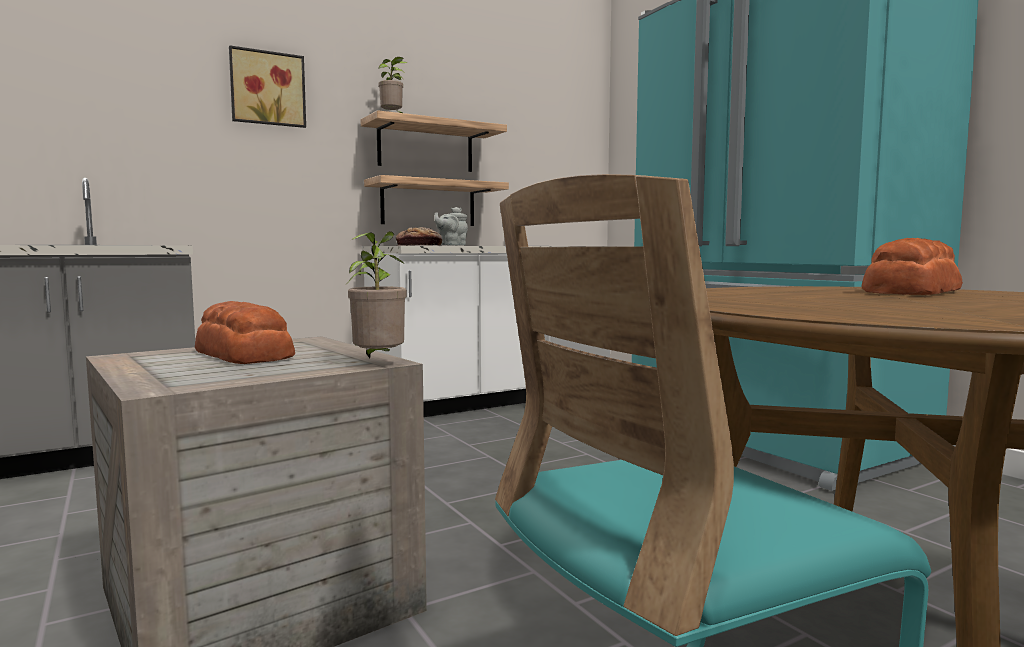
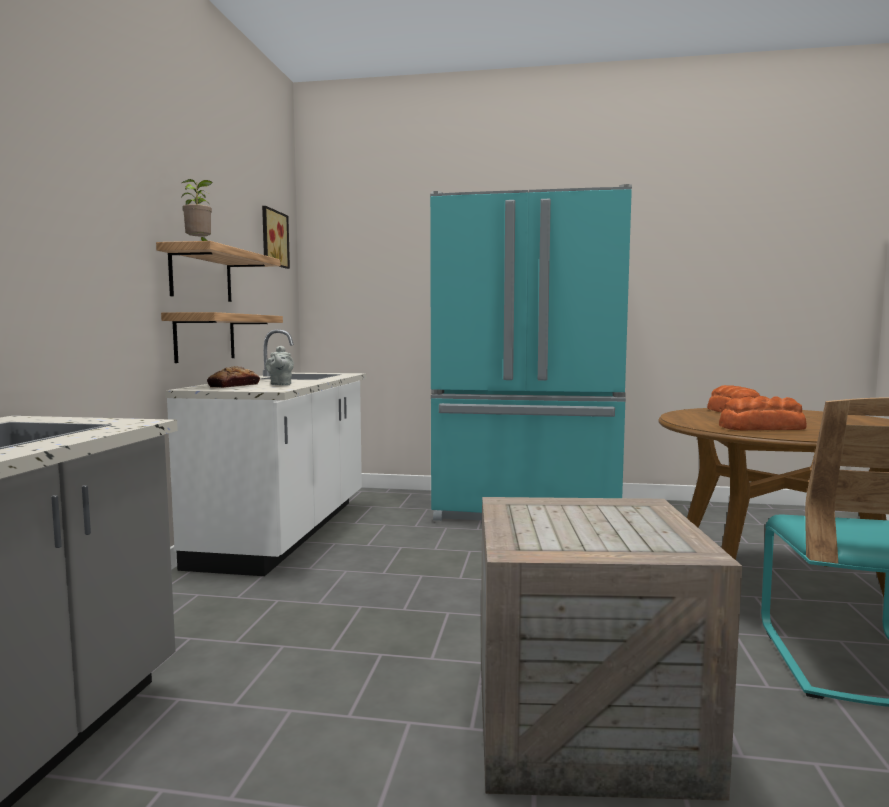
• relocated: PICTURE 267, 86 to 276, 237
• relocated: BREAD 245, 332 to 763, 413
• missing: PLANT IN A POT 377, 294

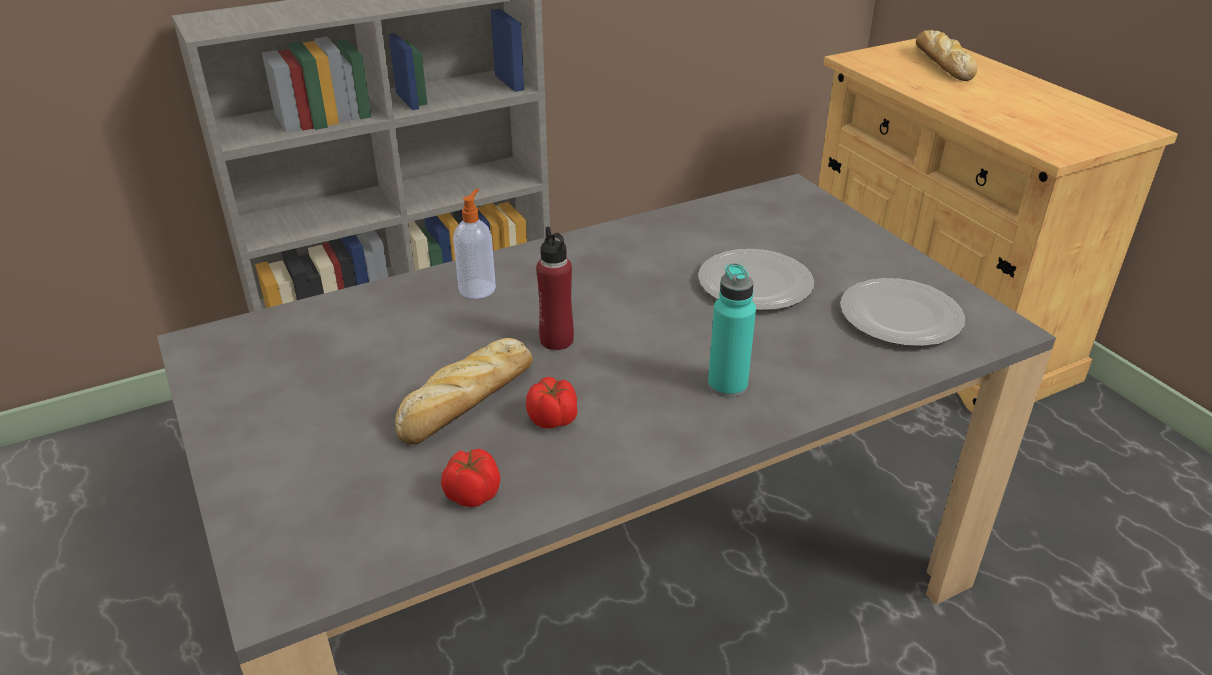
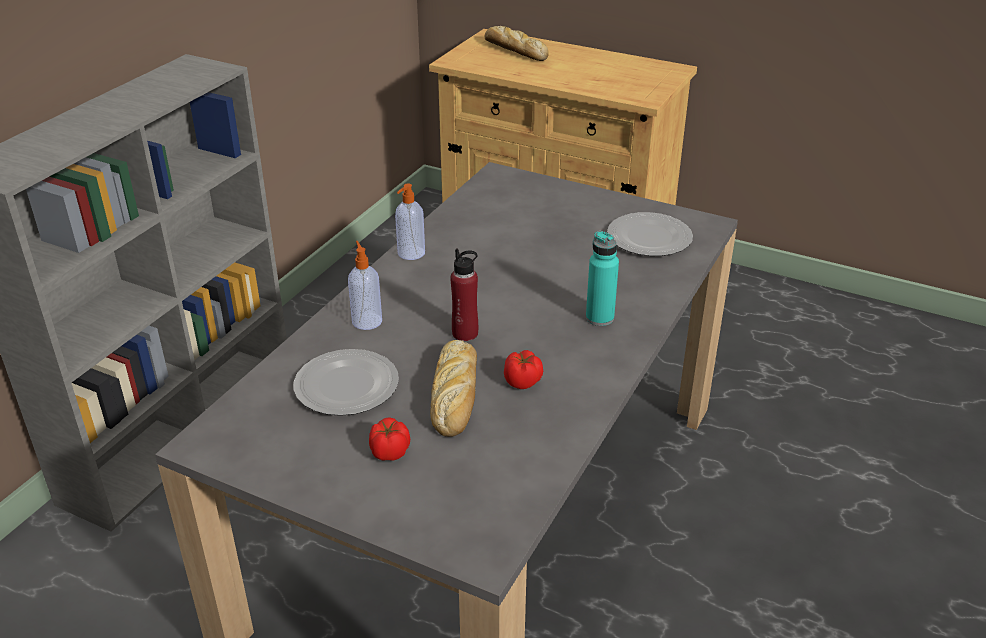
• relocated: DINNER PLATE 756, 279 to 346, 382
• relocated: WHOLE TOMATO 470, 477 to 389, 439
• appeared: SOAP DISPENSER 410, 221

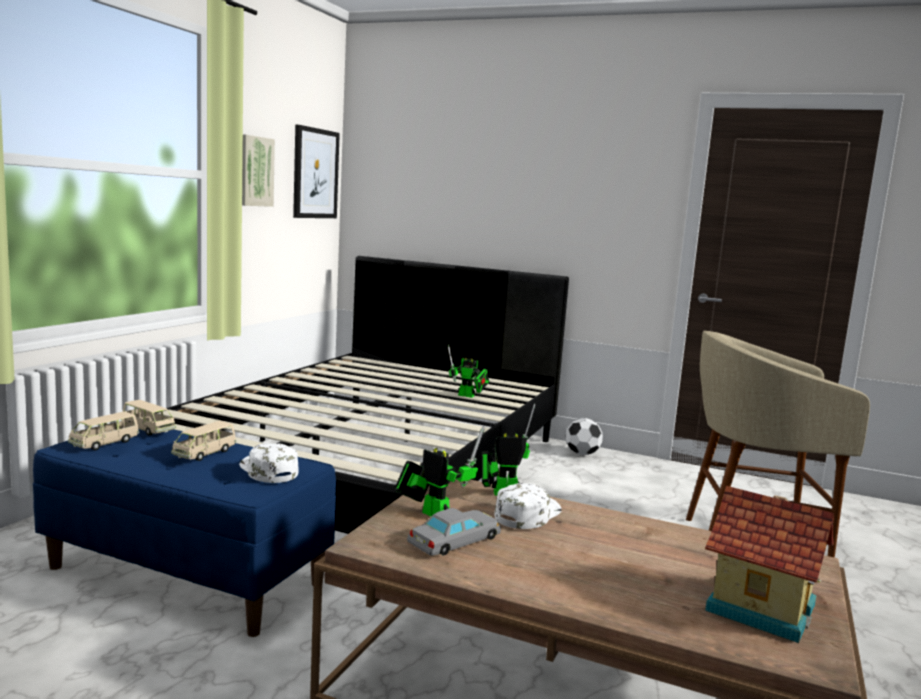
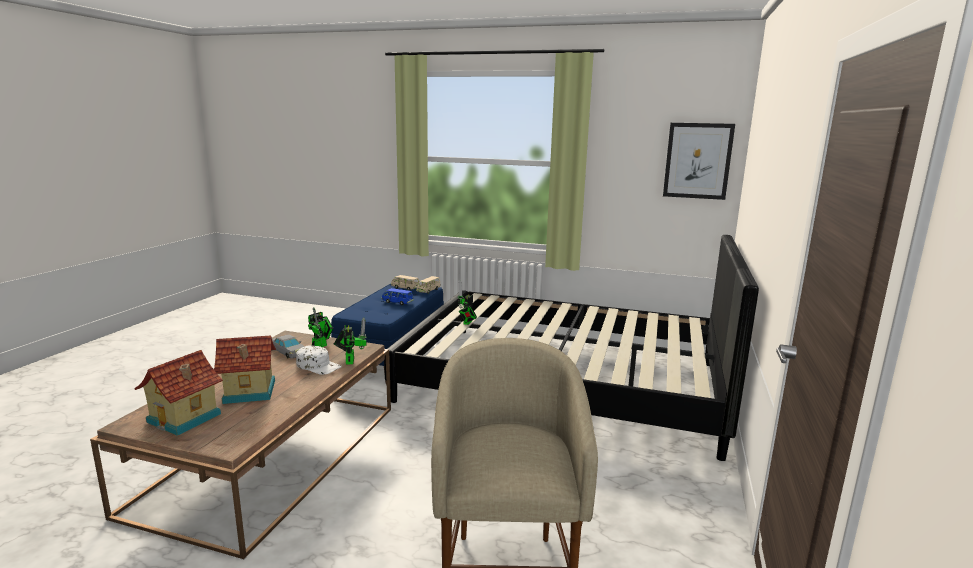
• appeared: MINIATURE HOUSE 245, 370
• colour: BEIGE-COLOURED TOY CAR 203, 441 to BLUE TOY CAR 397, 296
• relocated: MODEL ROBOT 468, 371 to 467, 302
• missing: WHITISH BASEBALL CAP 269, 463
• missing: PICTURE 258, 170
• missing: FOOTBALL BALL 584, 436

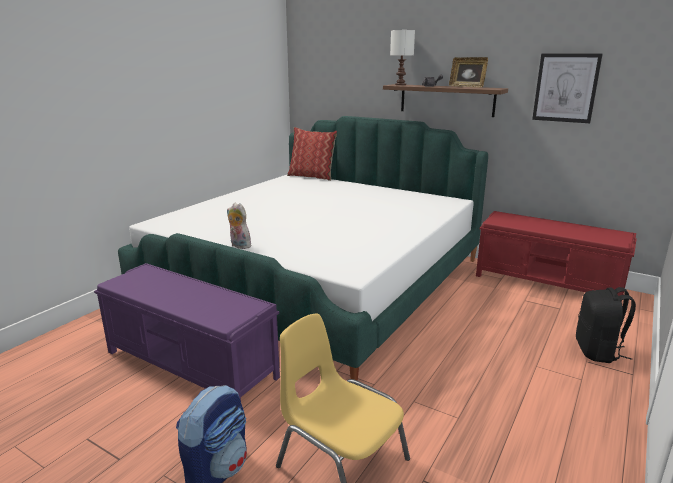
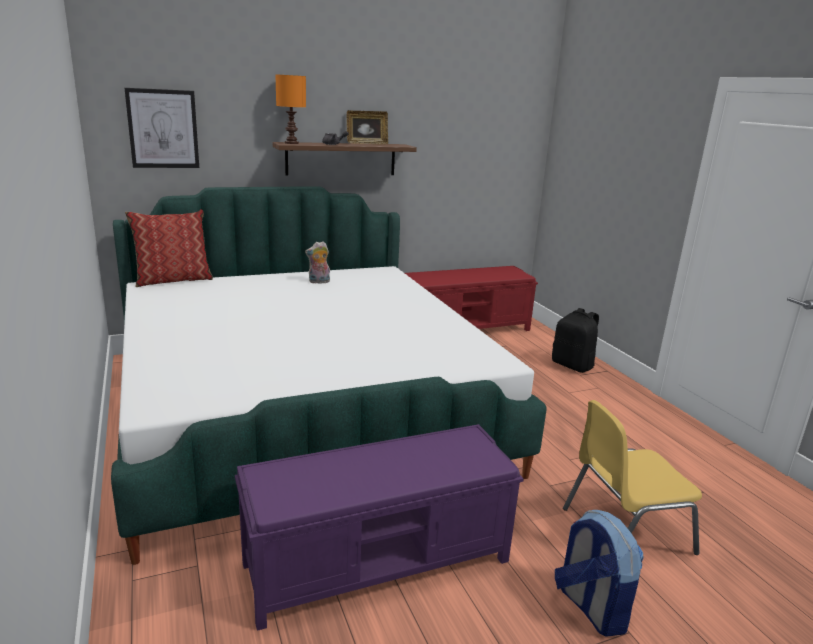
• relocated: PICTURE 567, 88 to 161, 128
• colour: WHITISH TABLETOP LAMP 402, 57 to ORANGE-COLOURED TABLETOP LAMP 290, 109
• relocated: CUDDLY TOY 239, 226 to 317, 262

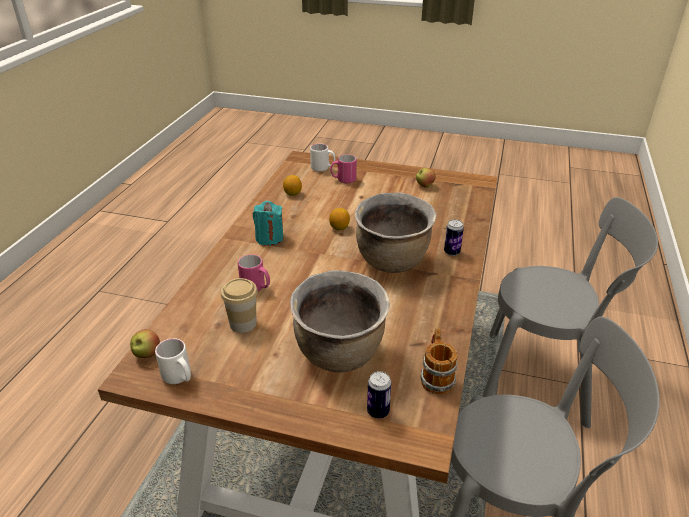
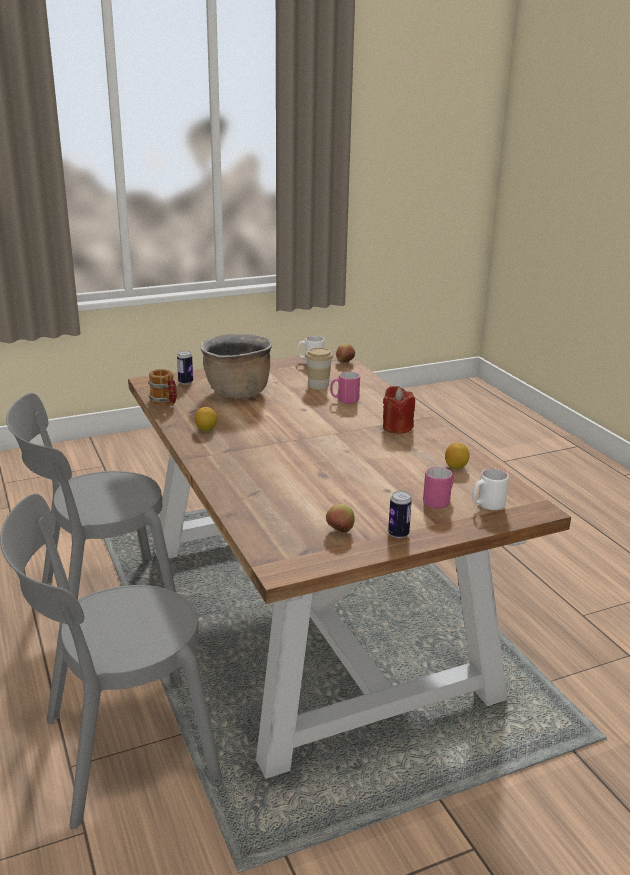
• relocated: CITRUS FRUIT 339, 219 to 206, 419
• colour: TURQUOISE-COLOURED CANDLE 268, 223 to RED-COLOURED CANDLE 399, 410
• relocated: METAL CAN 454, 237 to 400, 514
• missing: BROWNISH SAUCEPOT 395, 232

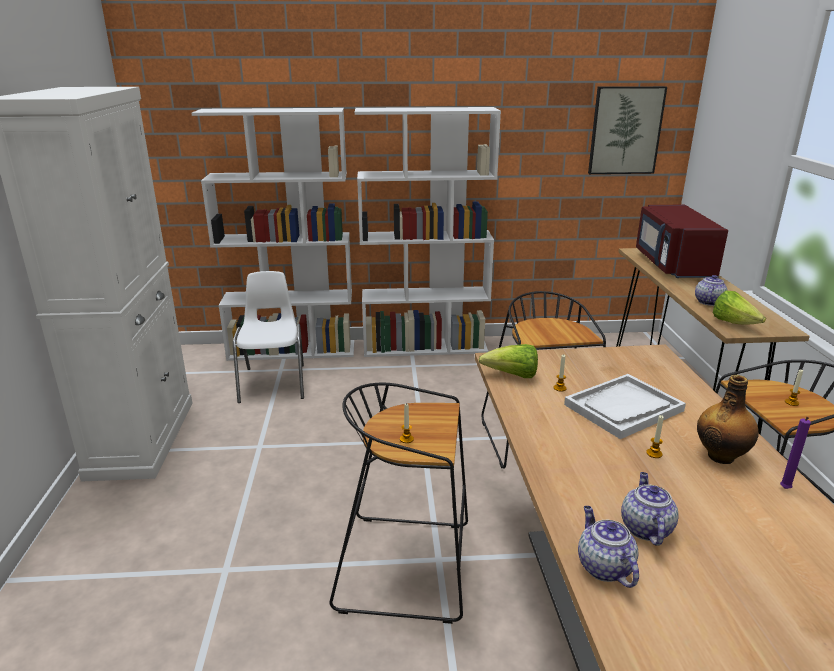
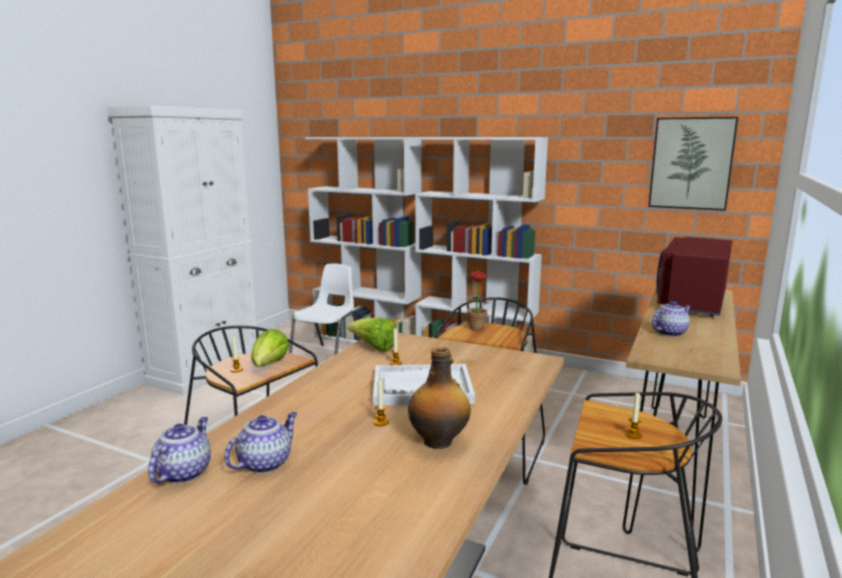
• relocated: LETTUCE 739, 308 to 270, 348
• appeared: PLANT IN A POT 481, 301
• missing: PURPLE-COLOURED CANDLE 795, 453

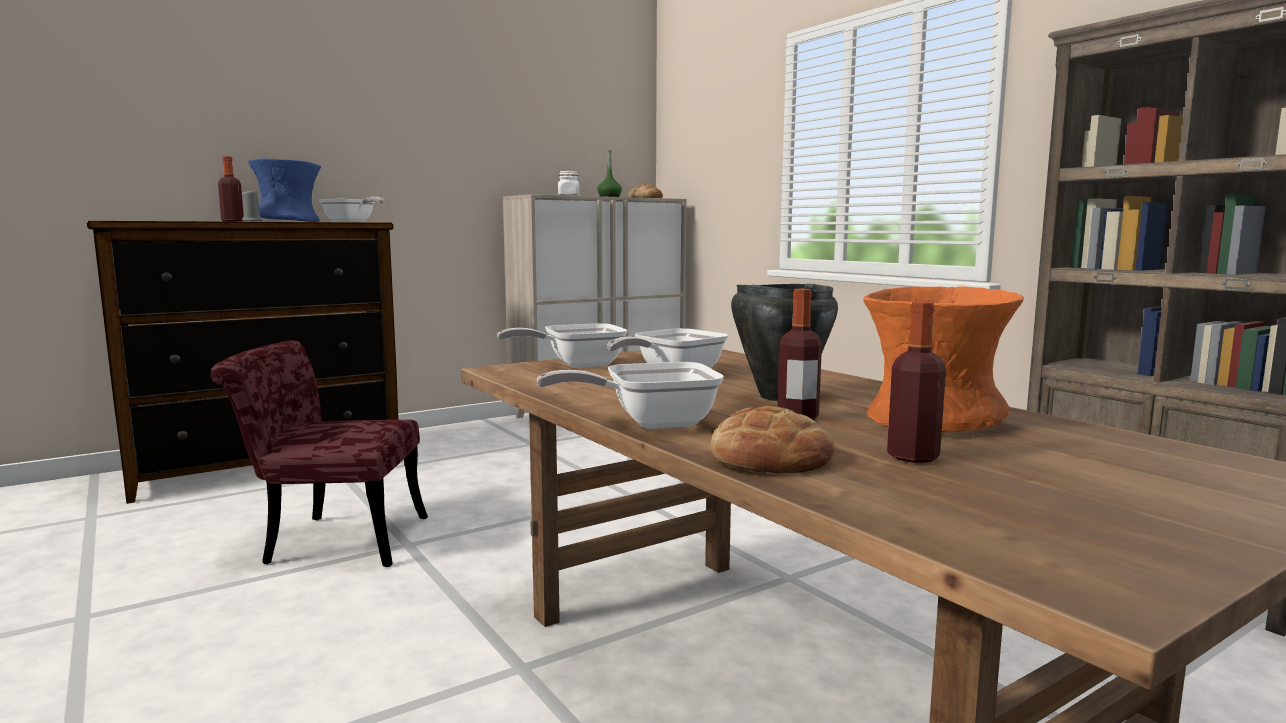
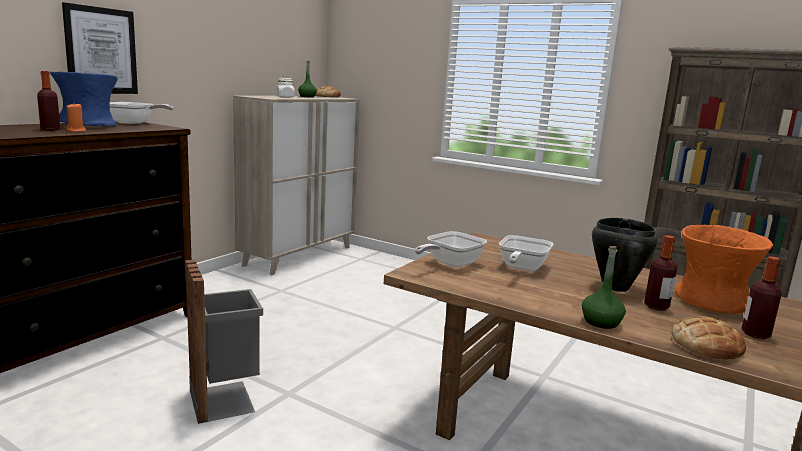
• appeared: PICTURE 100, 48
• colour: GREYISH CANDLE 252, 205 to ORANGE-COLOURED CANDLE 76, 118
• exchanged: RED-COLOURED PLAIN CHAIR 319, 453 to GREYISH TRASH CAN 224, 342
• exchanged: FRYING PAN 630, 395 to GREEN-COLOURED BEVERAGE BOTTLE 604, 287

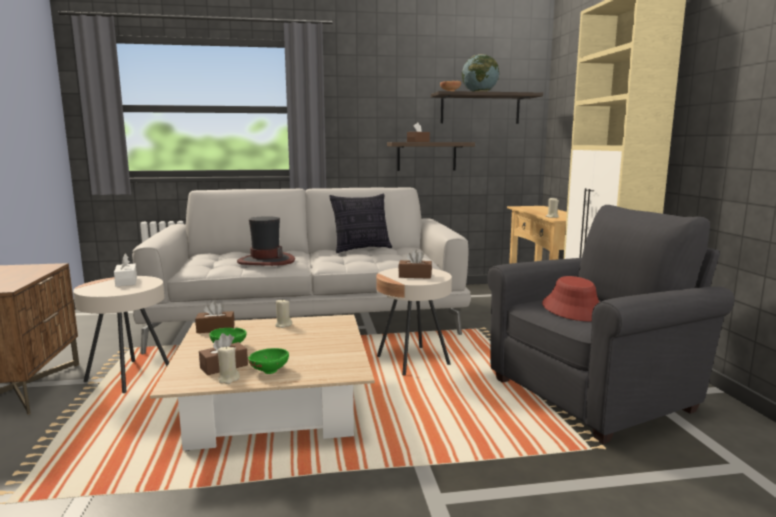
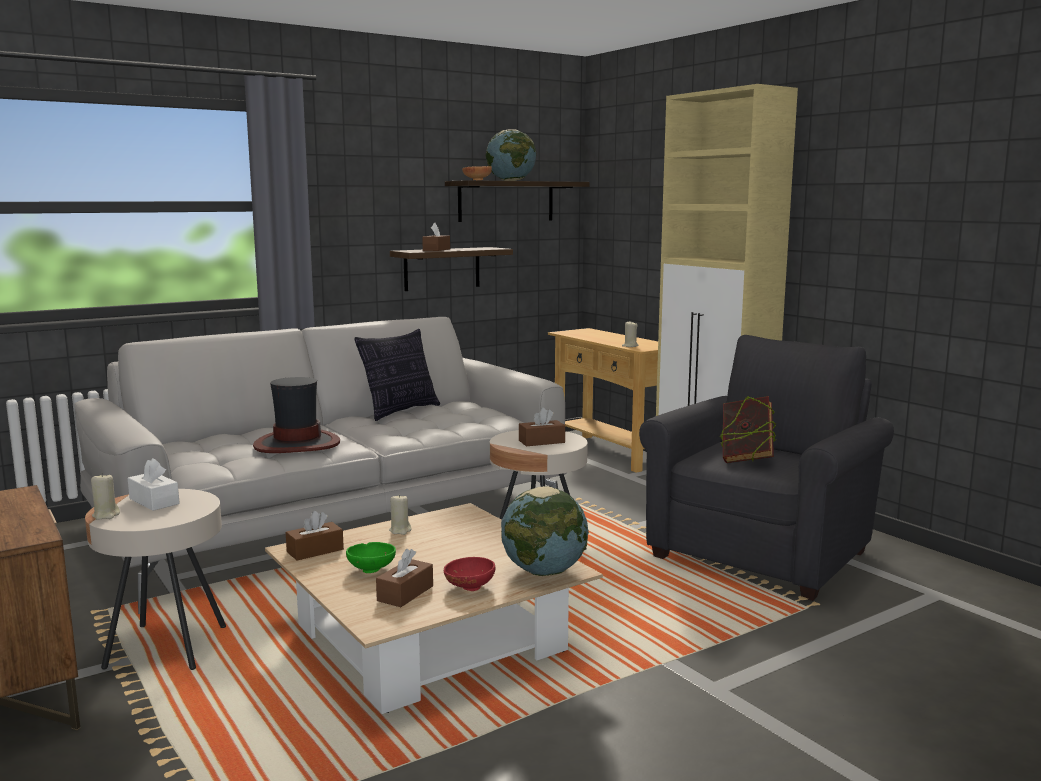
• relocated: BEIGE-COLOURED CANDLE 229, 365 to 105, 496
• colour: GREEN-COLOURED BOWL 268, 361 to RED-COLOURED BOWL 469, 574
• appeared: WORLD GLOBE 545, 531
• exchanged: RED-COLOURED HAT 570, 298 to VOLUME 748, 429

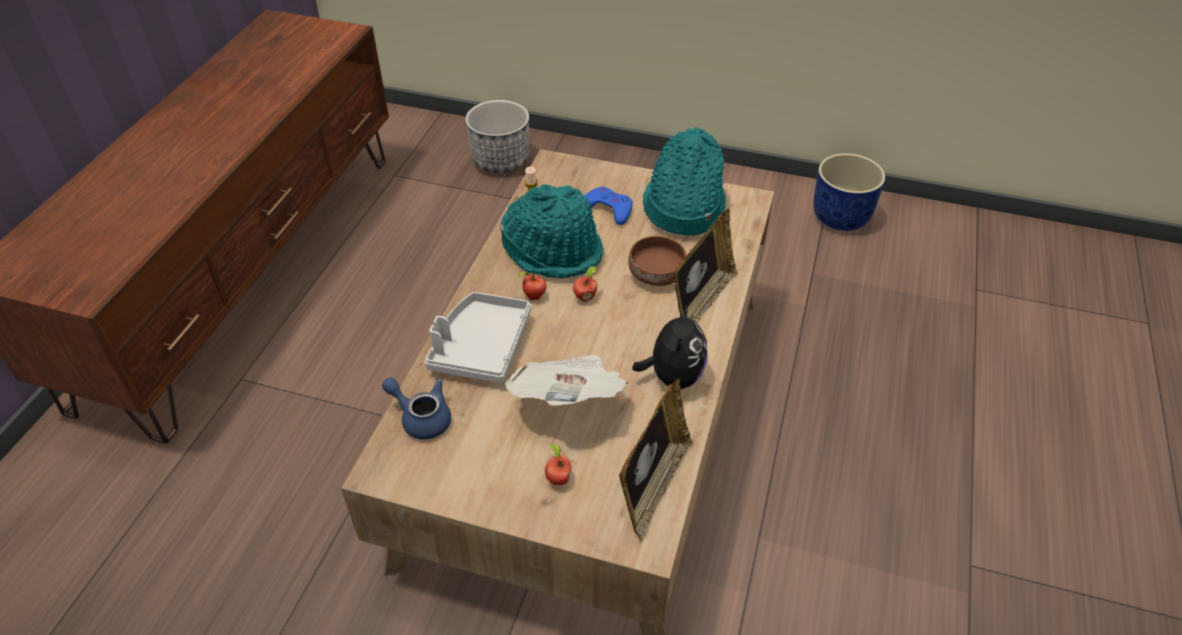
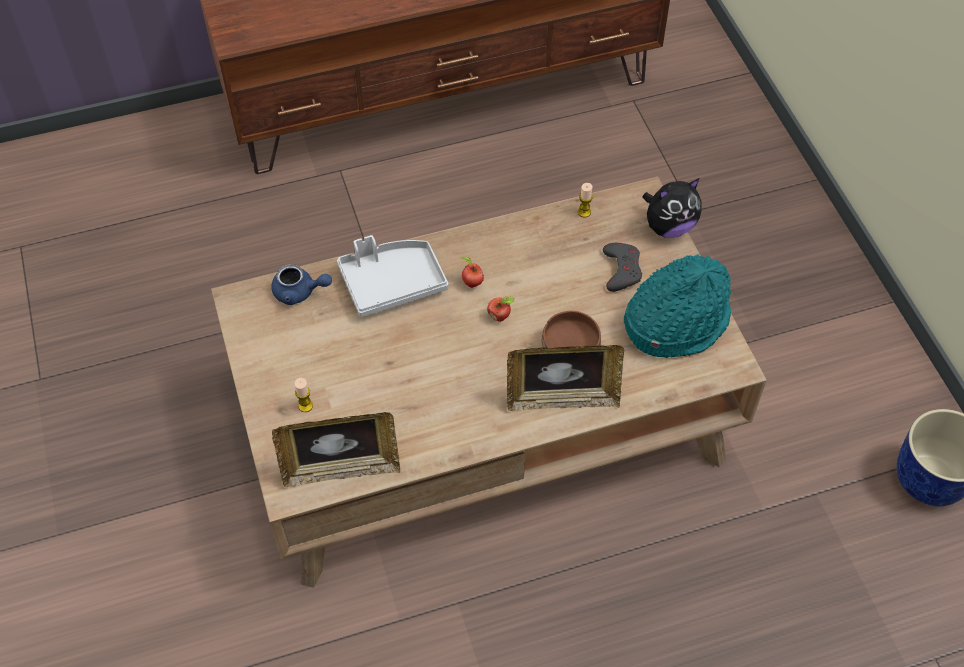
• spun: BLUE TEAPOT 416, 408 = 301, 284 105 degrees clockwise
• exchanged: APPLE 558, 464 to CANDLE 304, 395
• colour: BLUE GAME CONTROLLER 608, 206 to GREYISH GAME CONTROLLER 622, 267
• relocated: CUDDLY TOY 670, 346 to 672, 208
• missing: PLANT POT 497, 136
• missing: TURQUOISE-COLOURED HAT 551, 231
• missing: DAILY PAPER 567, 380

